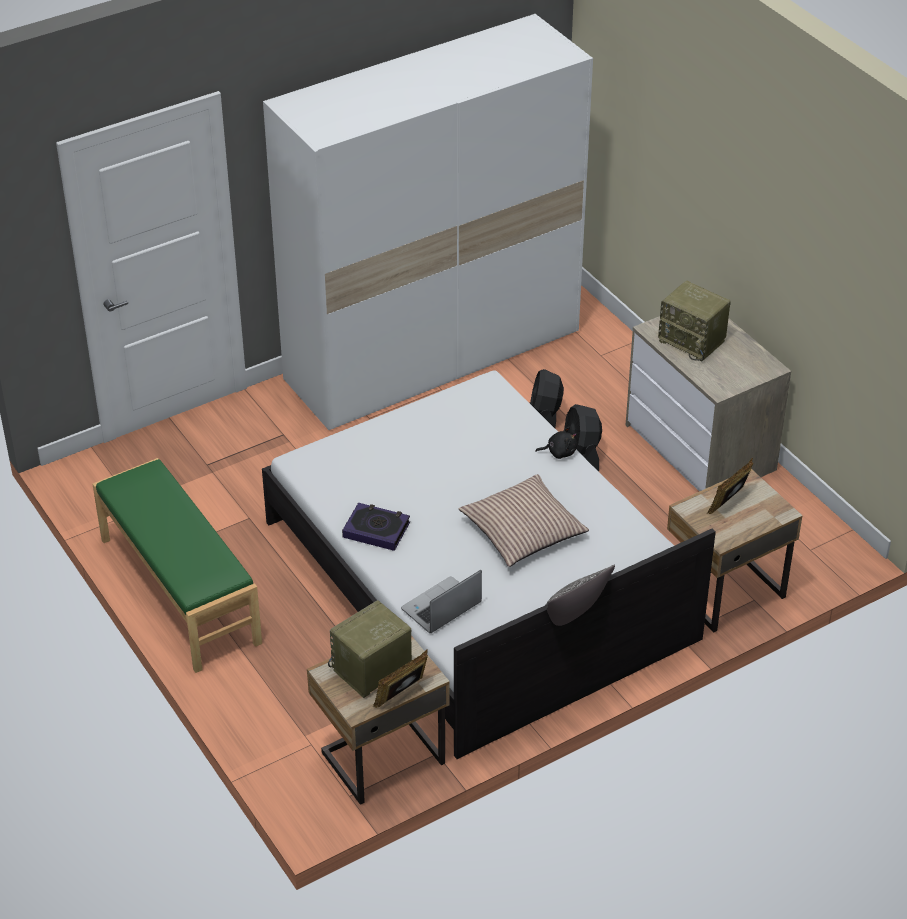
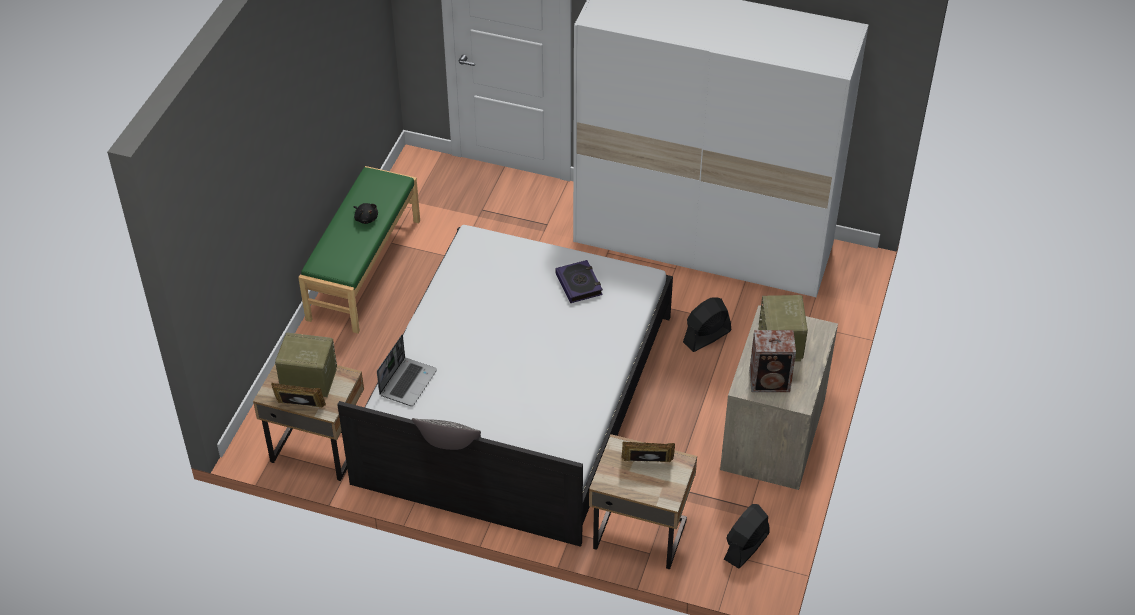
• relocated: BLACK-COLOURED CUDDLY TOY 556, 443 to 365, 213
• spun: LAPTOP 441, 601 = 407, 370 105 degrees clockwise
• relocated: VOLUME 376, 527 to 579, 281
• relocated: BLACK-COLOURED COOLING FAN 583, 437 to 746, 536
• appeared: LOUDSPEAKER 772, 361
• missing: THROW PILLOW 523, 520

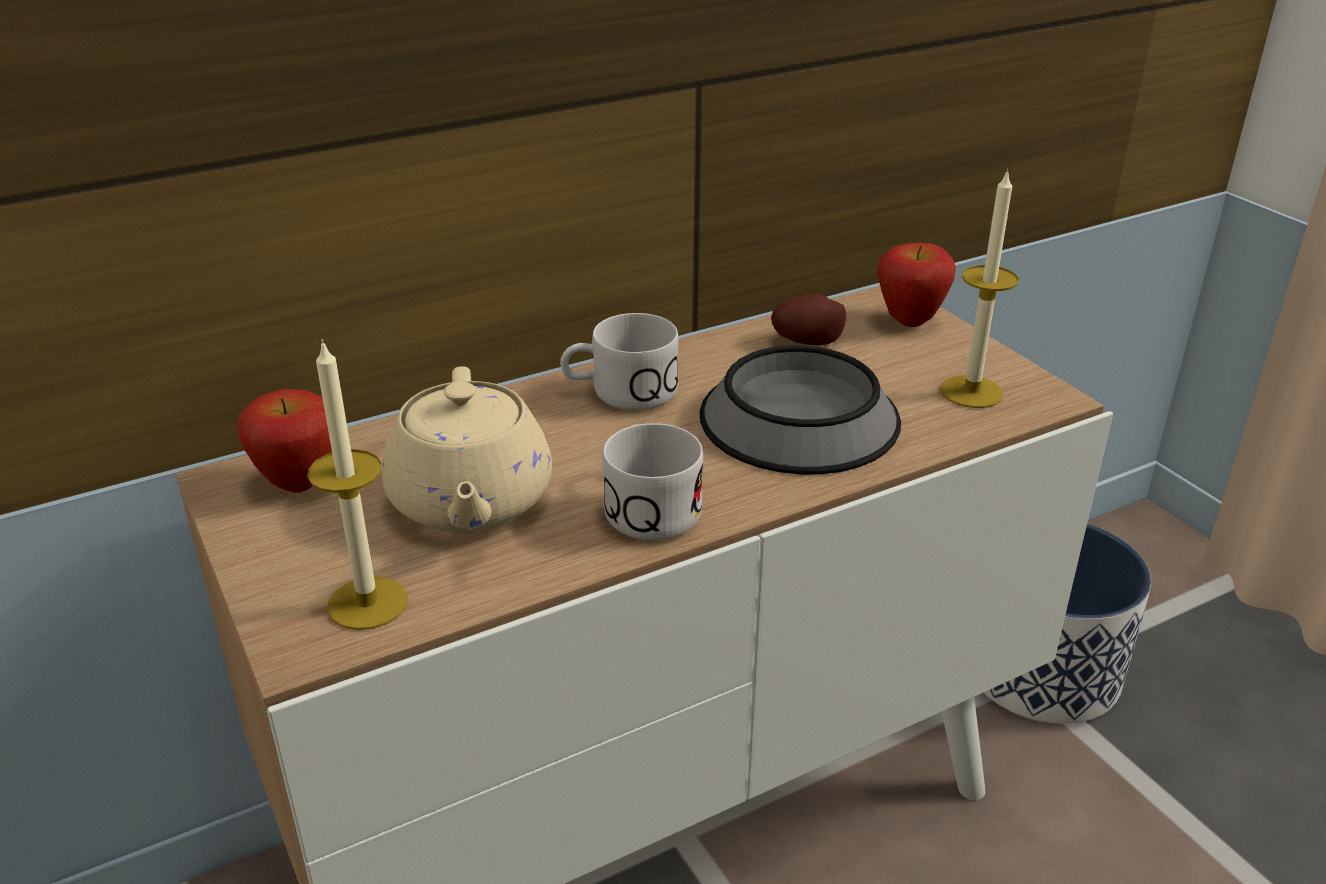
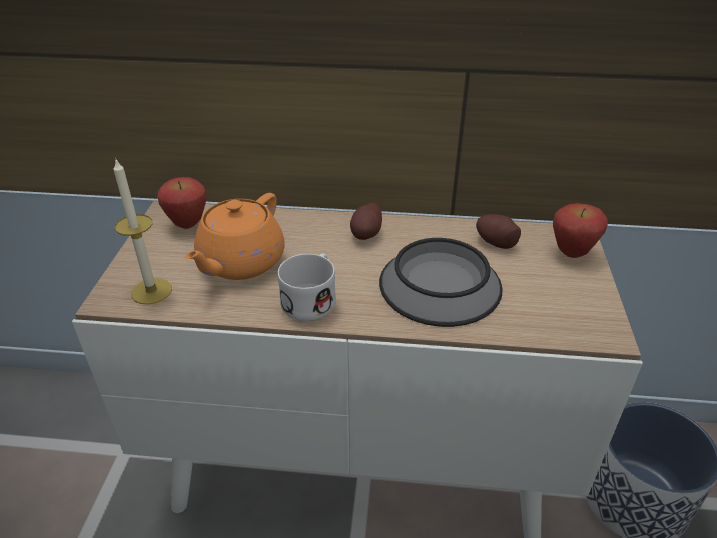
• colour: BEIGE-COLOURED TEAPOT 467, 450 to ORANGE-COLOURED TEAPOT 234, 236
• exchanged: WHITISH COFFEE MUG 619, 362 to WHOLE POTATO 366, 221
• missing: CANDLE 979, 288

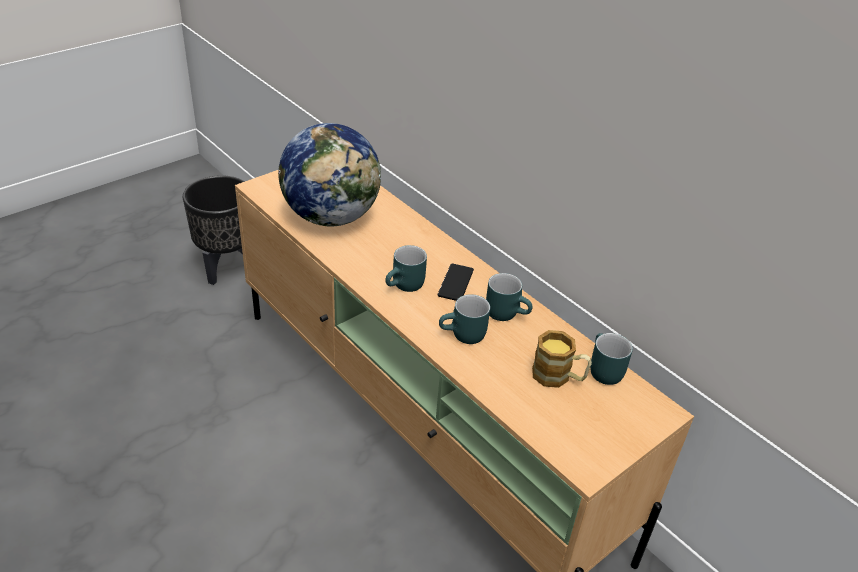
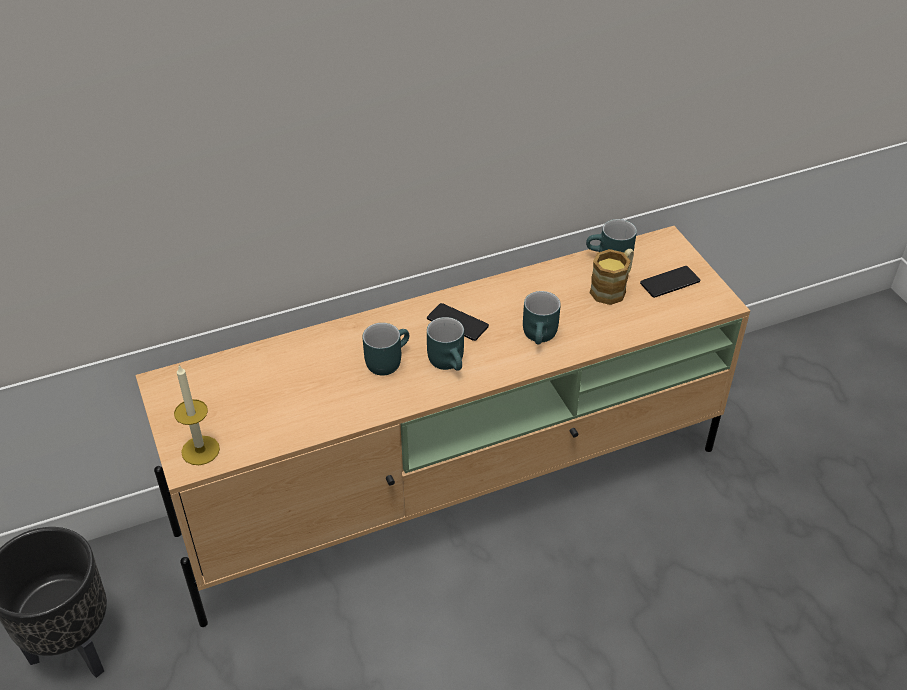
• appeared: CANDLE 197, 415
• relocated: TURQUOISE-COLOURED COFFEE MUG 509, 297 to 386, 349
• appeared: HANDSET 670, 282
• missing: WORLD GLOBE 329, 175

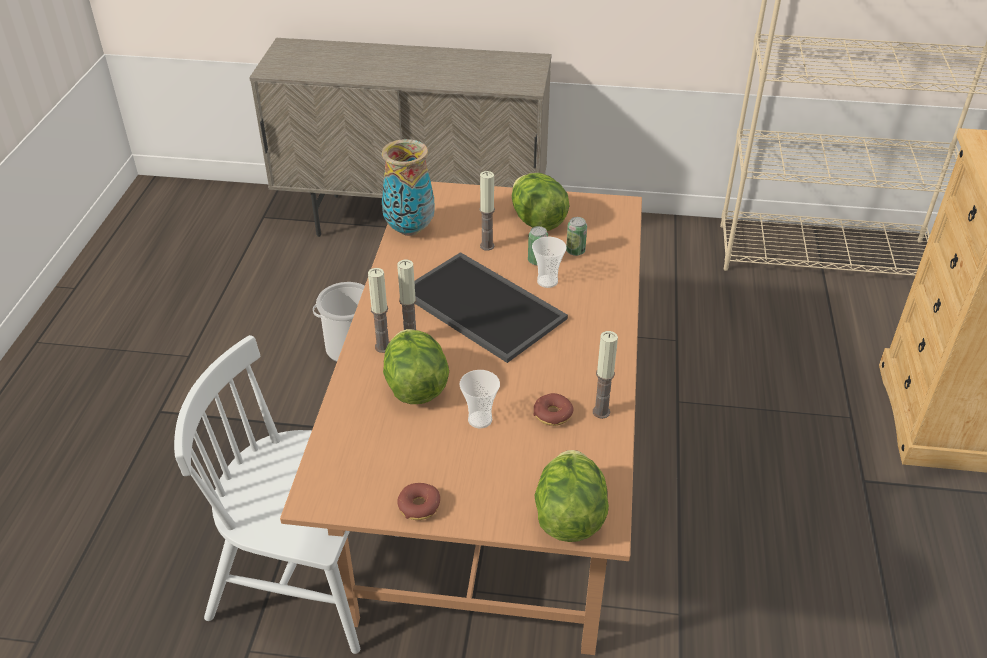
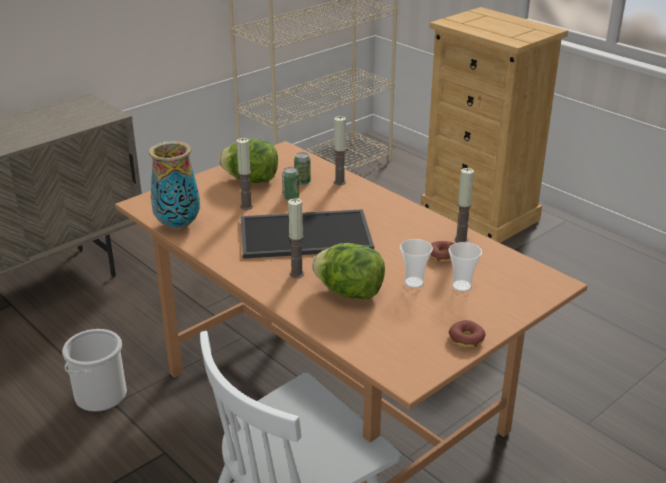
• relocated: CANDLE 378, 310 to 340, 150
• relocated: SMALL CUP 549, 262 to 465, 267
• missing: LETTUCE 571, 496

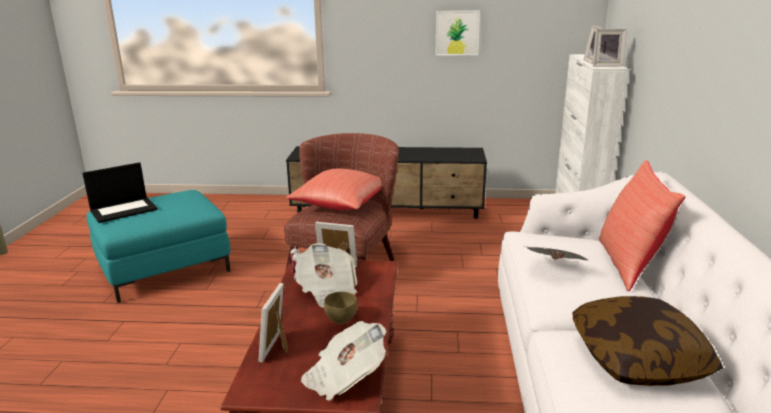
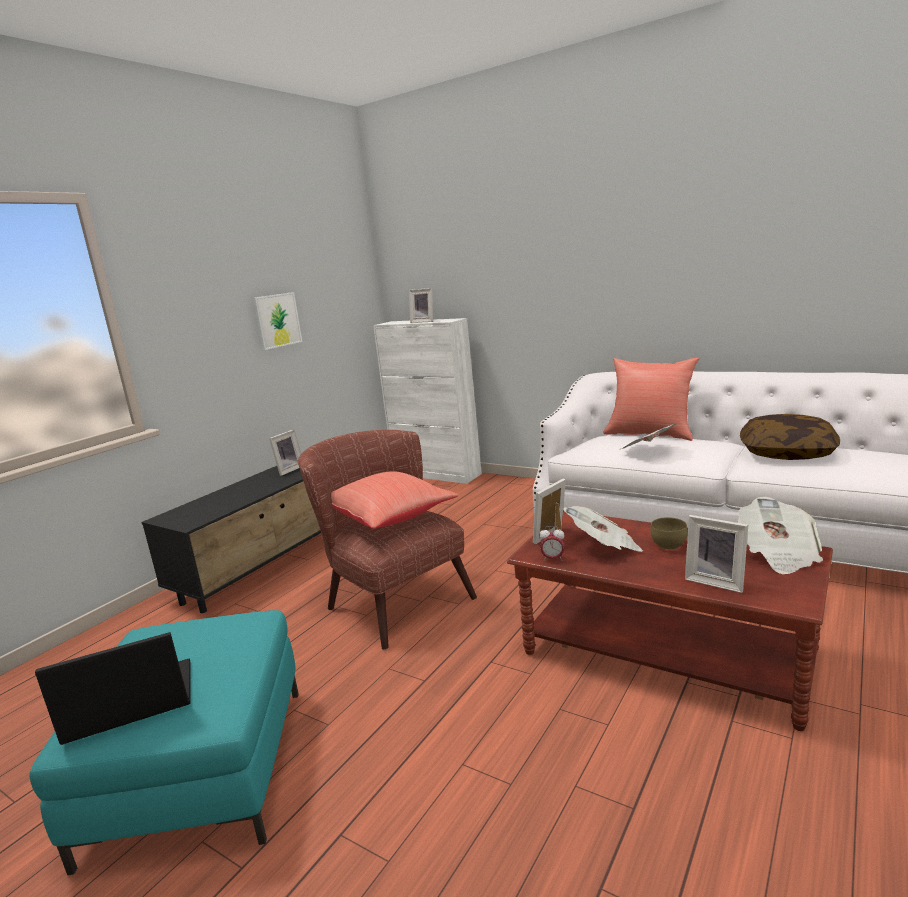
• spun: LAPTOP 120, 192 = 113, 688 105 degrees counterclockwise
• relocated: PHOTO FRAME 610, 48 to 285, 452

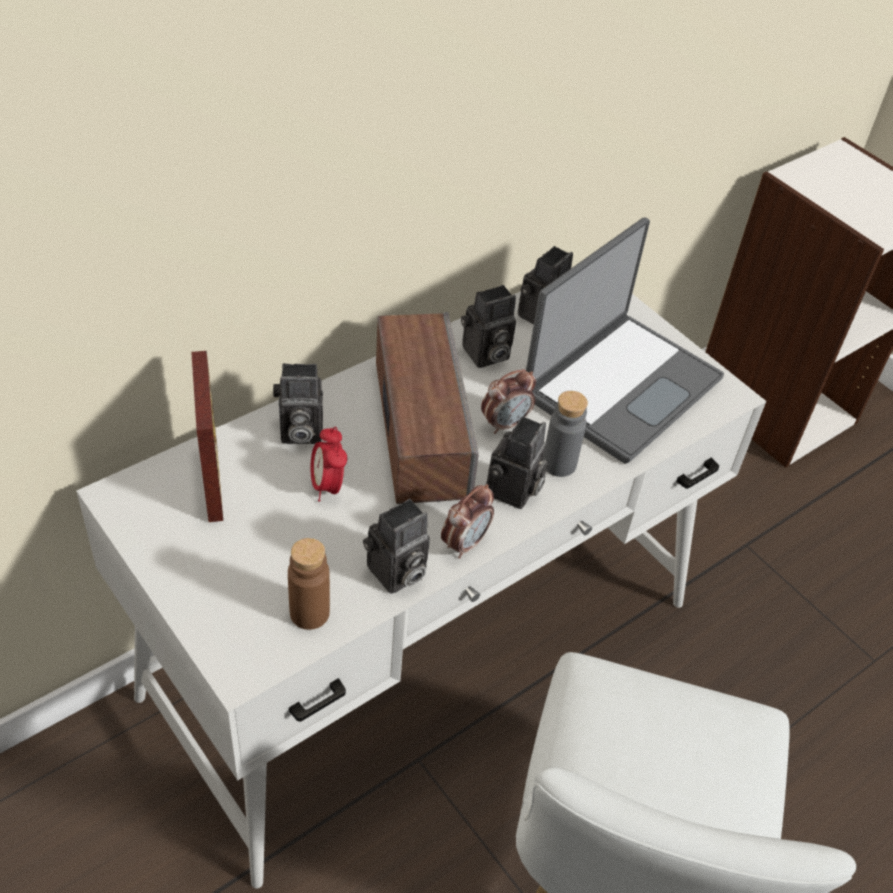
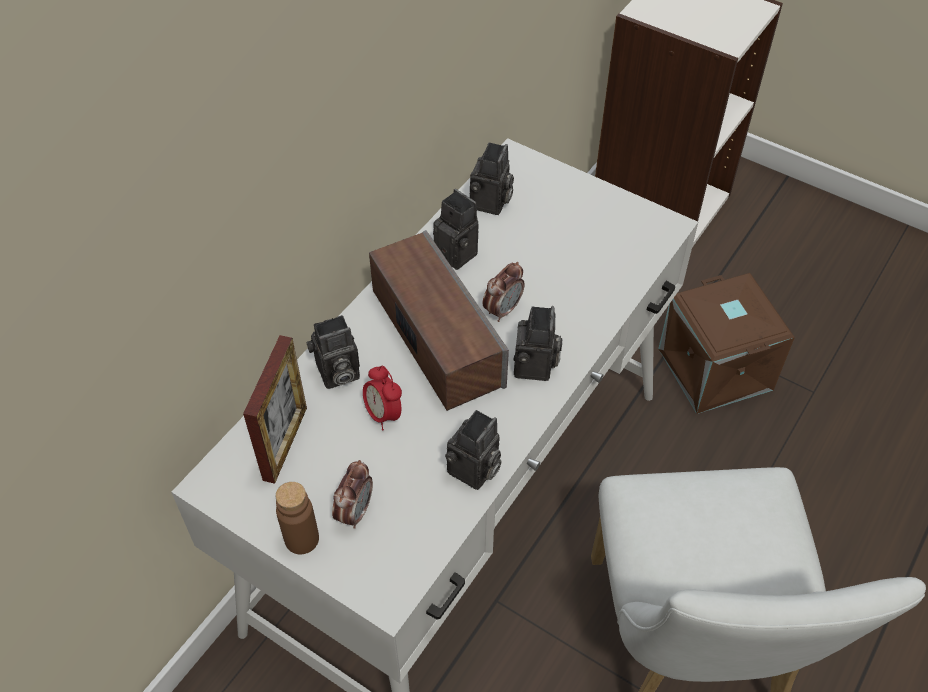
• spun: PHOTO FRAME 207, 436 = 275, 409 45 degrees clockwise
• relocated: BROWNISH BEVERAGE BOTTLE 309, 584 to 297, 518
• relocated: ALARM CLOCK 467, 521 to 352, 494
• spun: PHOTO CAMERA 488, 326 = 456, 229 90 degrees counterclockwise
• appeared: BROWNISH STORAGE CONTAINER 726, 343
• missing: LAPTOP 625, 340
• missing: GREYISH BEVERAGE BOTTLE 565, 434

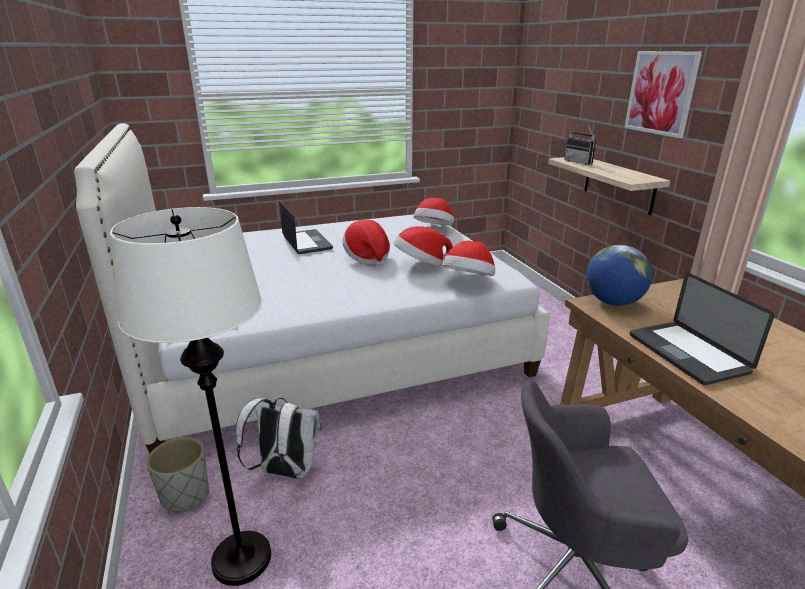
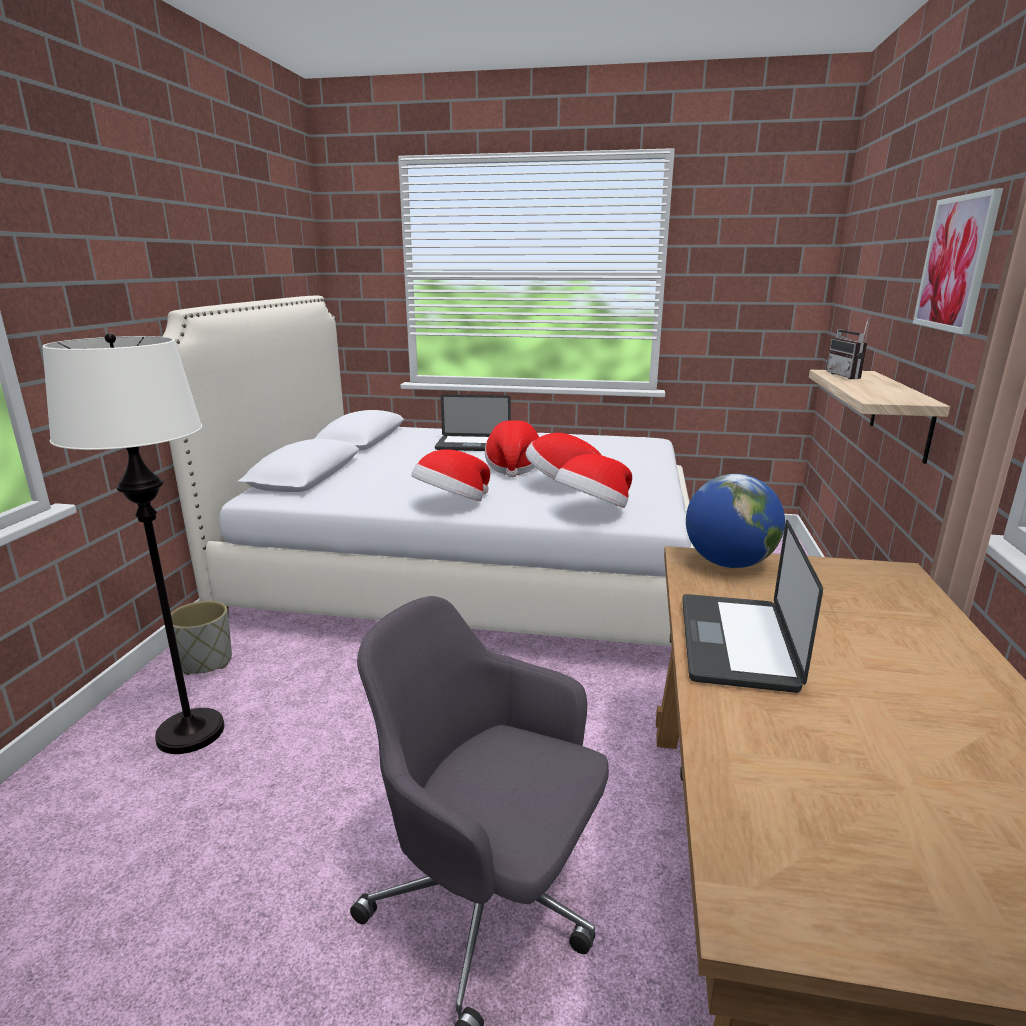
• relocated: HAT 434, 211 to 450, 475
• spun: LAPTOP 306, 227 = 473, 423 90 degrees clockwise
• missing: WHITISH RUCKSACK 279, 438

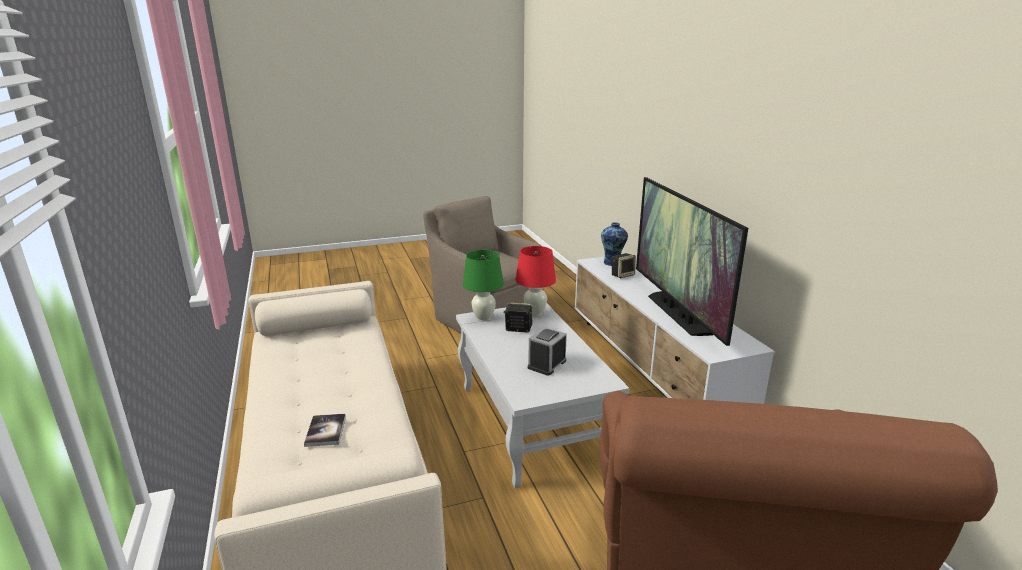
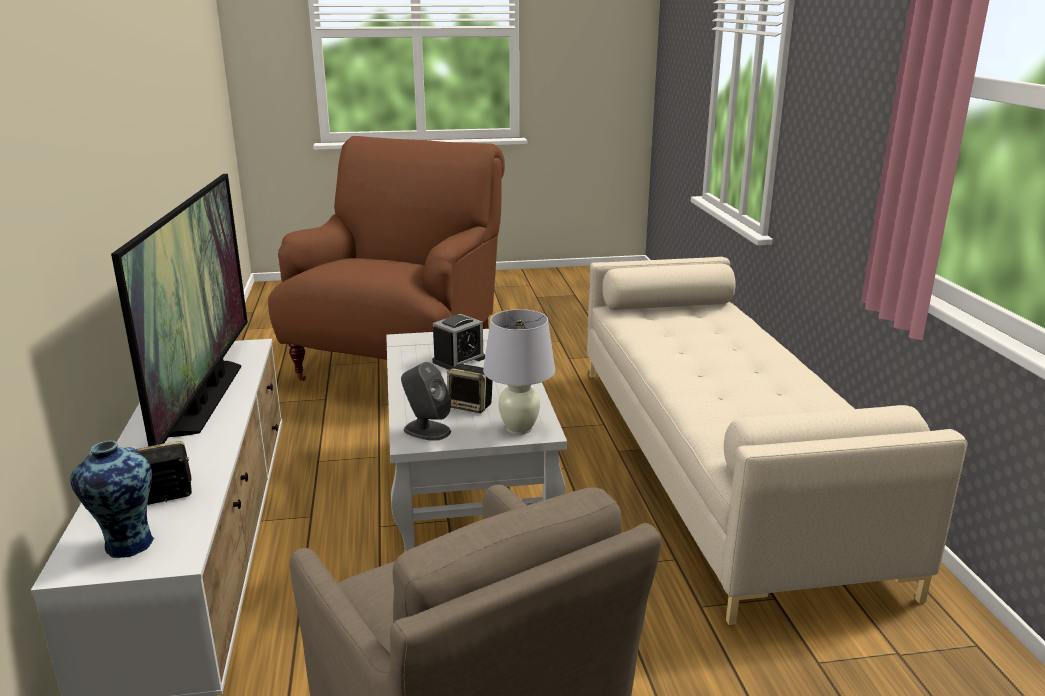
• exchanged: RED-COLOURED TABLETOP LAMP 535, 281 to GREYISH LOUDSPEAKER 426, 401
• colour: GREEN-COLOURED TABLETOP LAMP 483, 285 to WHITISH TABLETOP LAMP 519, 372
• missing: VOLUME 325, 430

